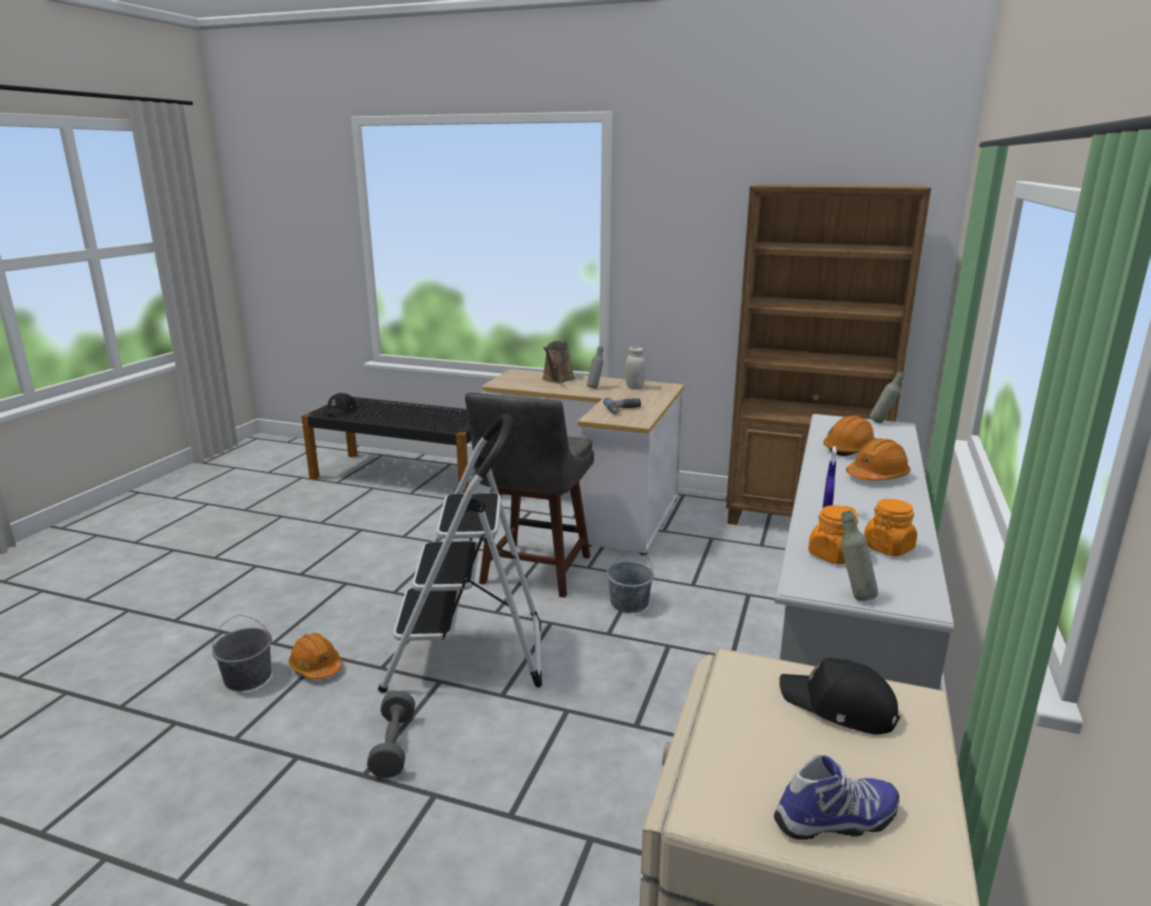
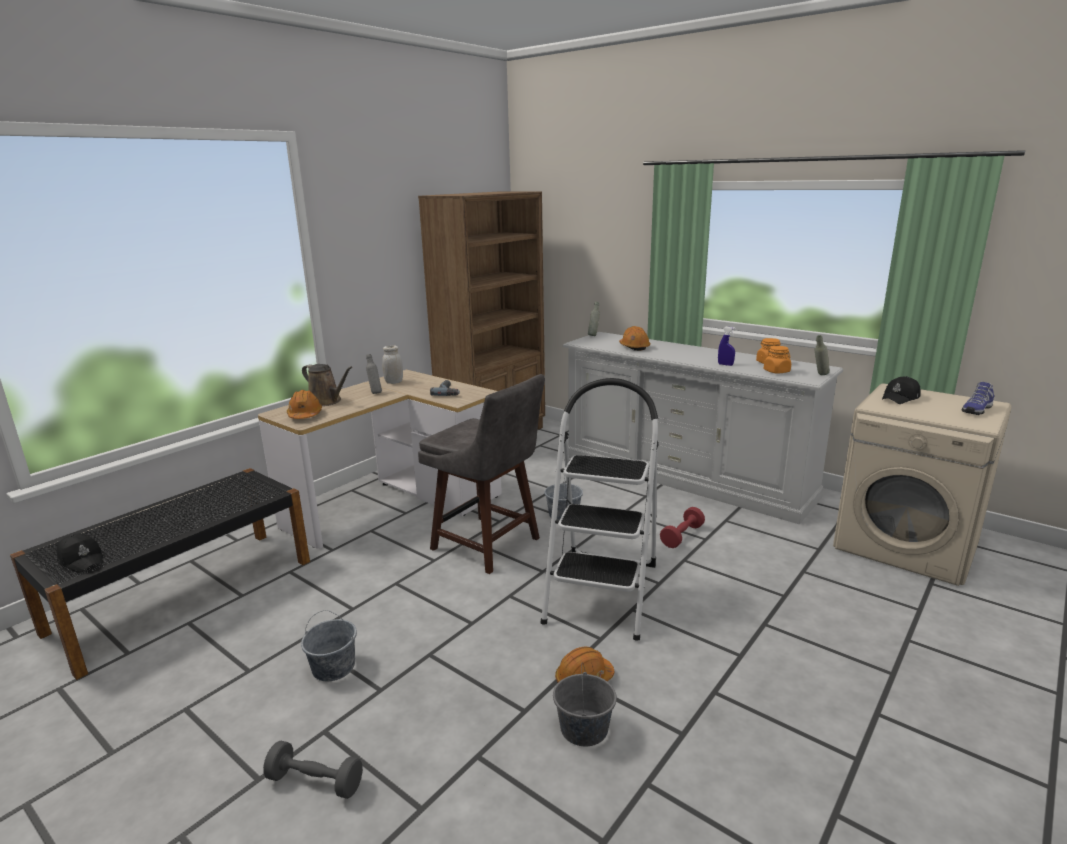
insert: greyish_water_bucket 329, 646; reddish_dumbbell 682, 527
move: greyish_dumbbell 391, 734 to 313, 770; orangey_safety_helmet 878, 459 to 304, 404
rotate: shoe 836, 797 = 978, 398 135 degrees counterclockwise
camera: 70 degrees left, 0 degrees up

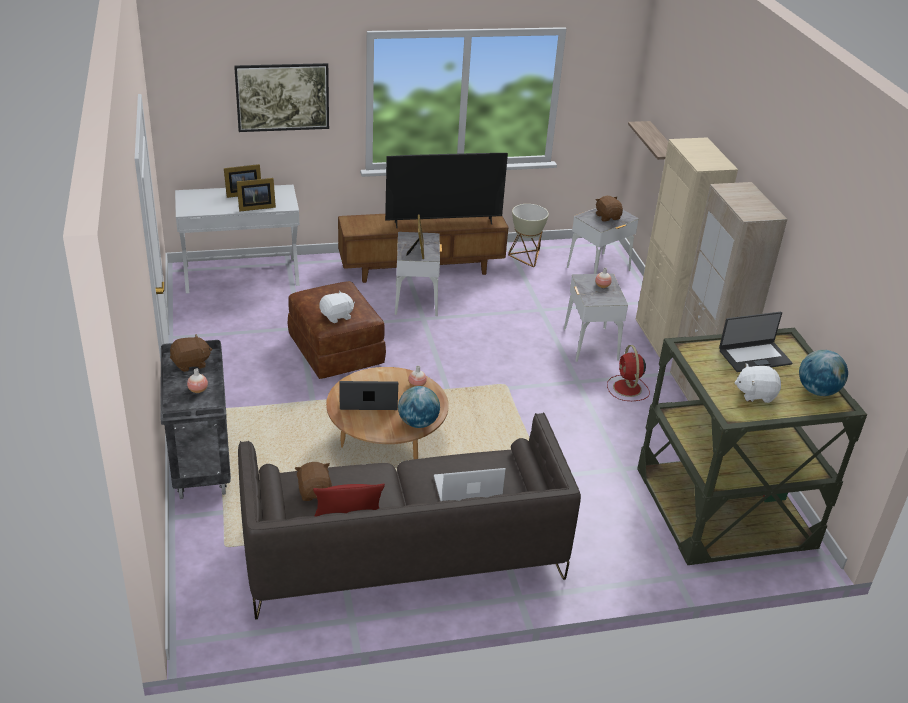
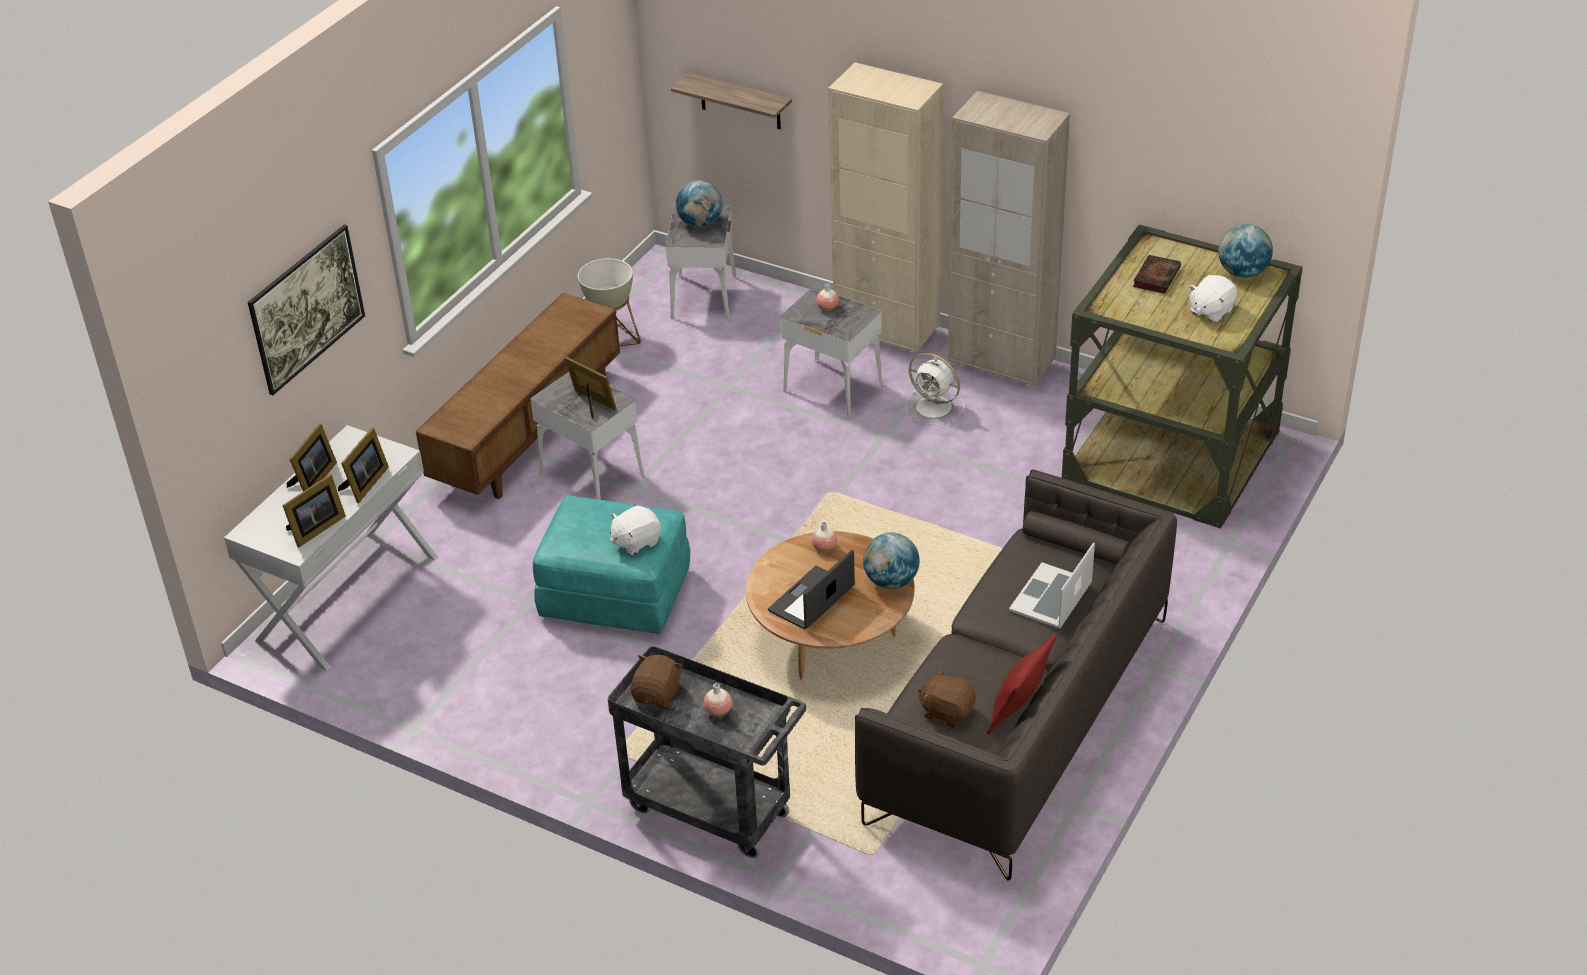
delete: TV 446, 191
insert: picture_frame 314, 510
replace: brownish_cuddly_toy 609, 209 to world_globe 699, 204; notebook_computer 755, 342 to bound_book 1157, 274
recolor: brownish_footrest 337, 330 to blue-green_footrest 611, 565; reddish_fan 628, 373 to white-coloured_fan 934, 389
rotate: white-coloured_cuddly_toy 337, 306 = 635, 530 135 degrees counterclockwise
camera: 45 degrees left, 5 degrees up

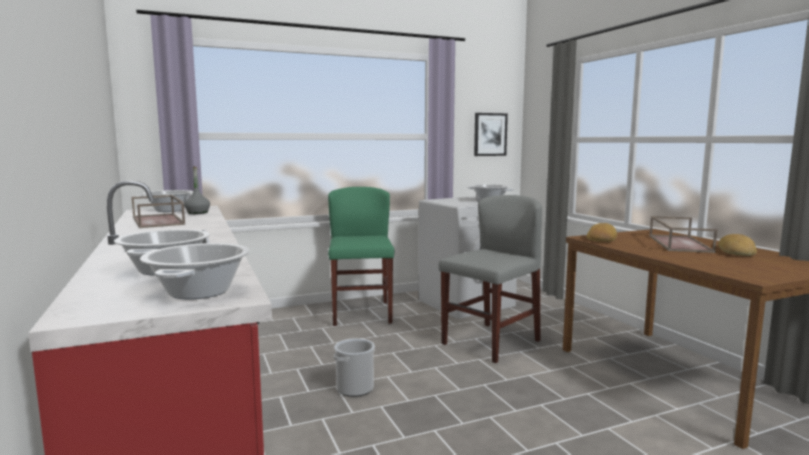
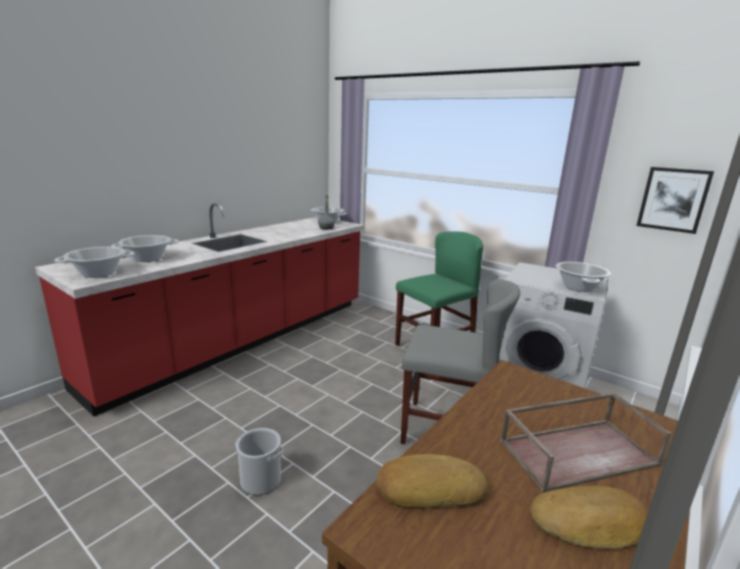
delete: brownish_serving_tray 158, 211
move: water_bucket 354, 367 to 259, 461; bread 602, 232 to 432, 481
camera: 60 degrees right, 10 degrees up

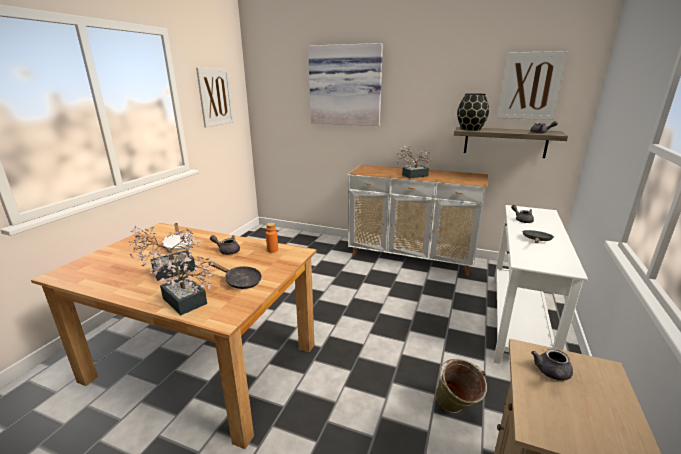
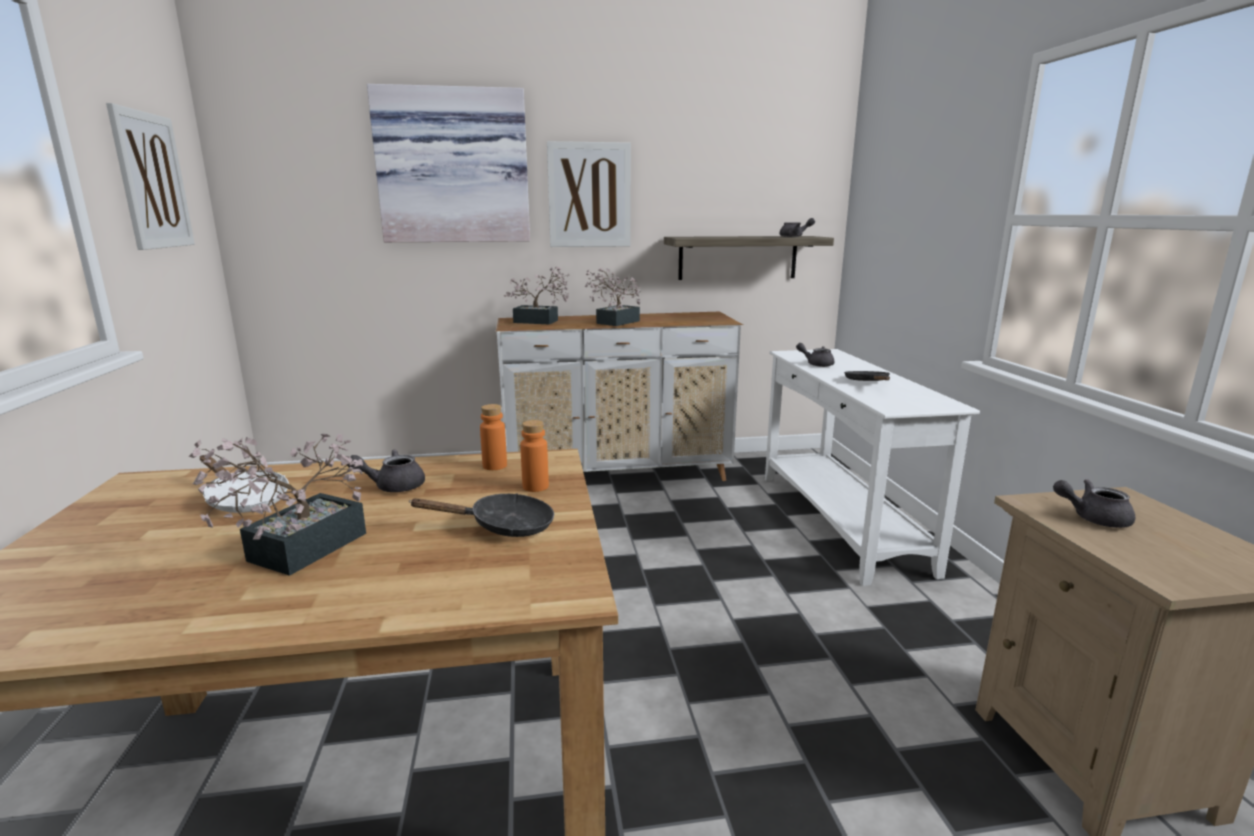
delete: green-coloured_water_bucket 461, 386; black_decorative_vase 473, 112
insert: orangey_bottle 534, 456
move: houseplant 182, 283 to 536, 295; wall_art 533, 85 to 589, 194
rotate: greyish_tea_pot 552, 364 = 1094, 503 105 degrees clockwise
camera: 30 degrees left, 5 degrees down

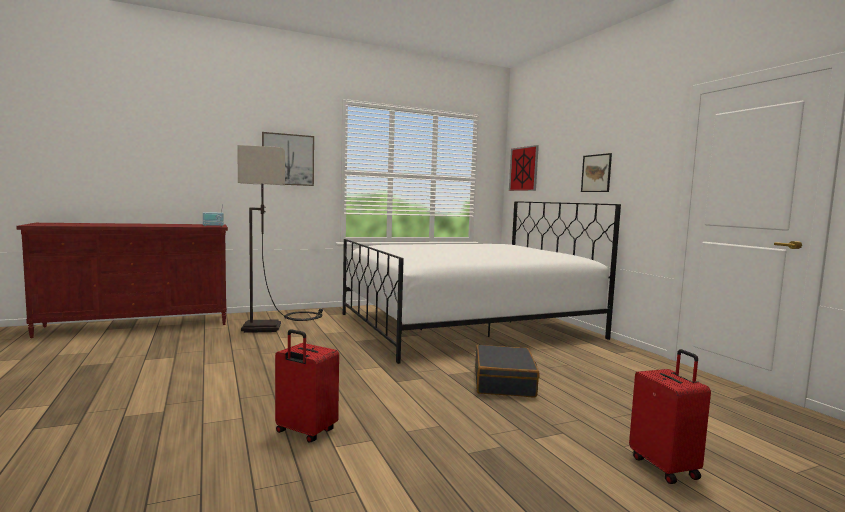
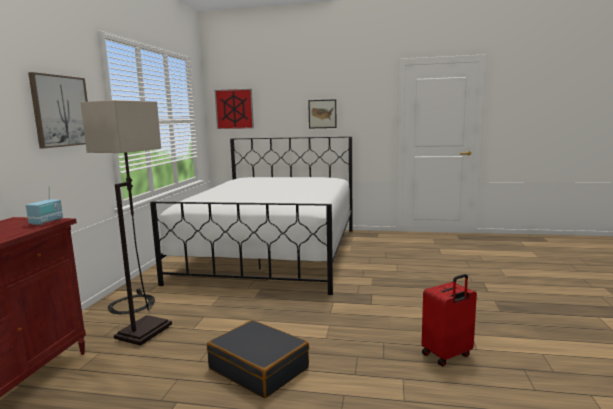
delete: reddish_suitcase 670, 416
move: black_suitcase 507, 371 to 258, 359
camera: 55 degrees left, 5 degrees up

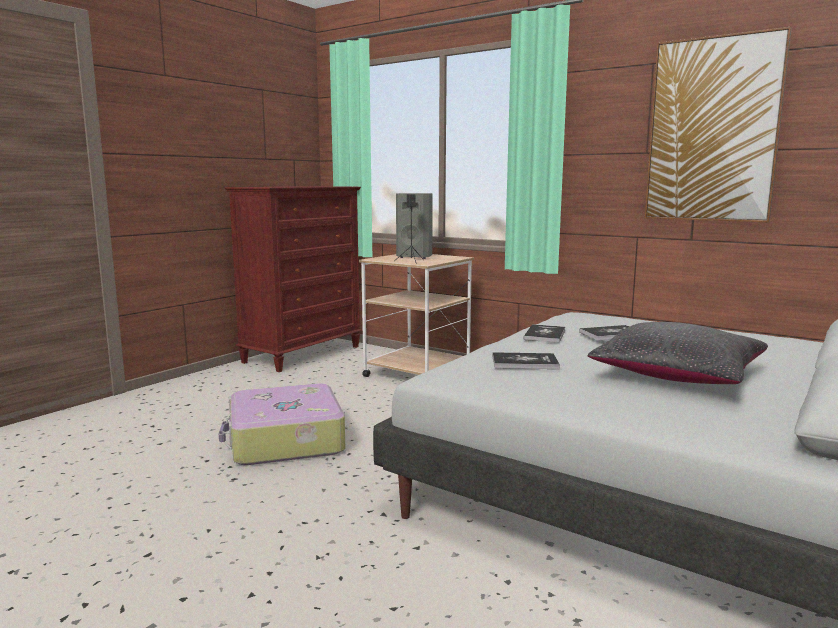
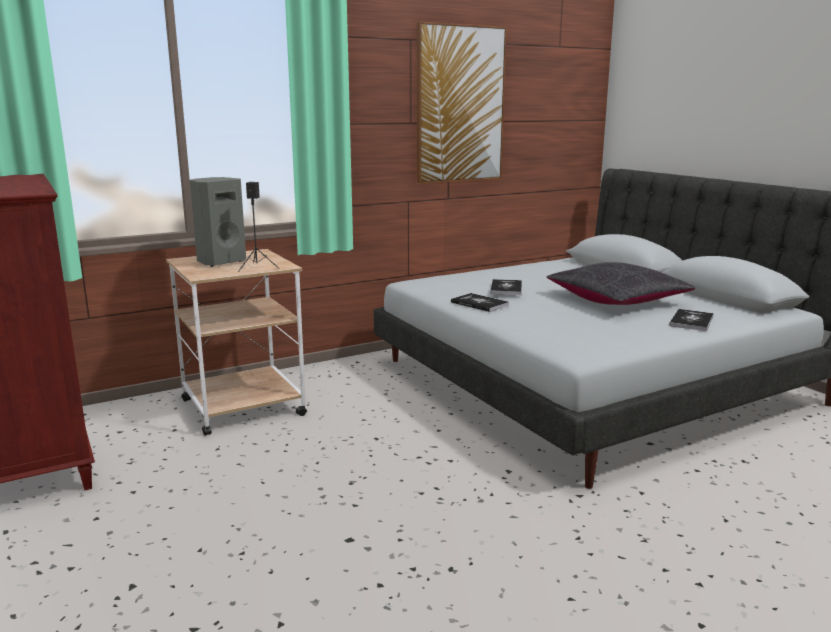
delete: suitcase 282, 424
move: bound_book 526, 360 to 691, 320
camera: 65 degrees left, 5 degrees up

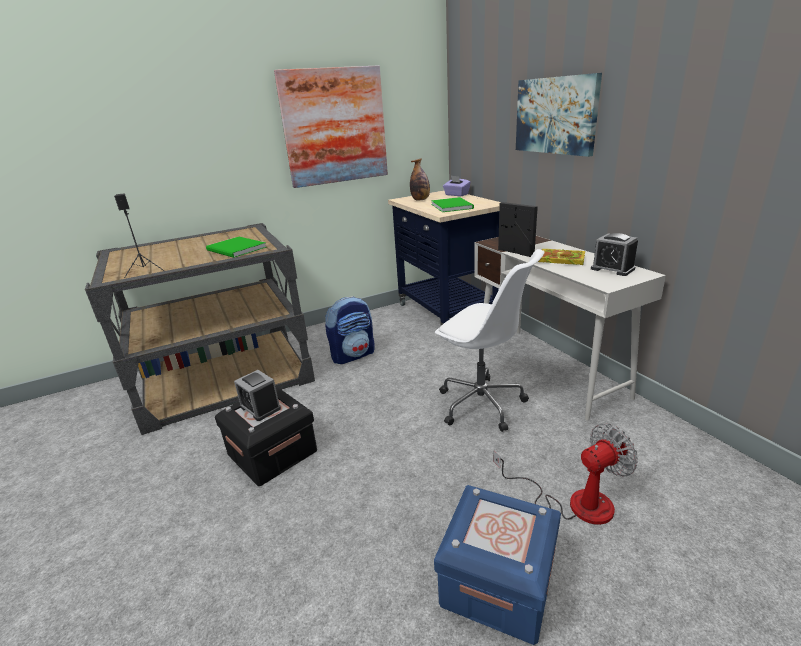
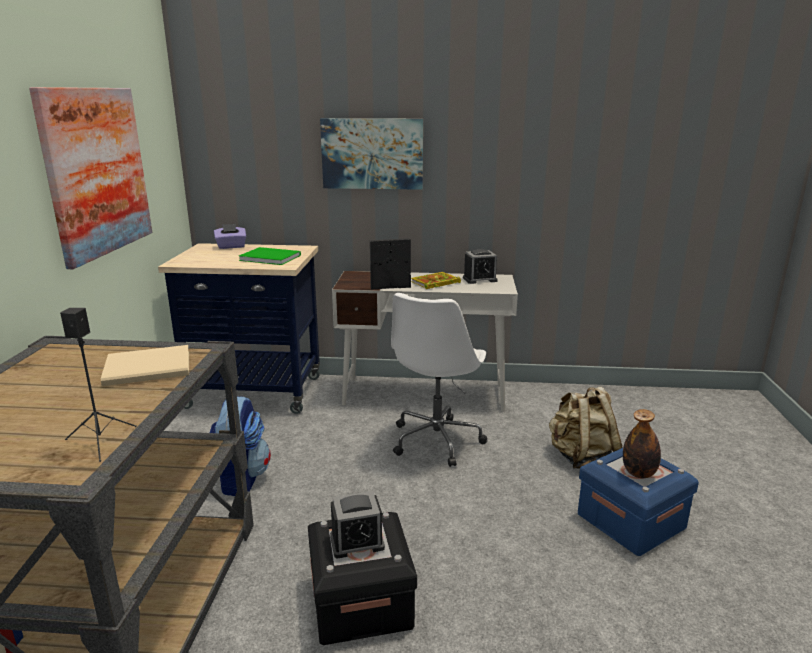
move: bottle 420, 179 to 642, 443
replace: fan 565, 474 to beige-coloured_backpack 586, 428
recolor: green-coloured_bound_book 236, 247 to beige-coloured_bound_book 145, 365
rotate: white-coloured_computer_chair 489, 340 = 439, 380 135 degrees clockwise
camera: 60 degrees left, 5 degrees down

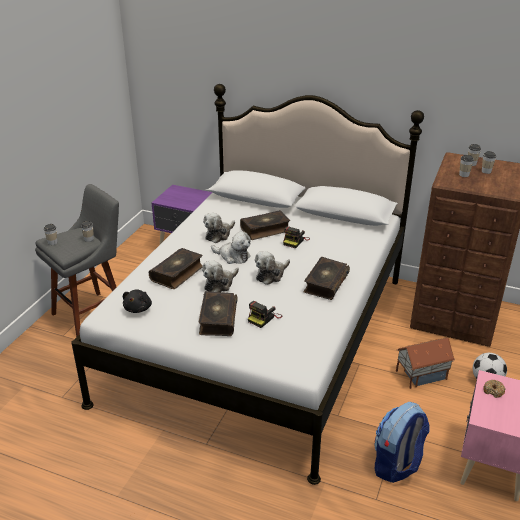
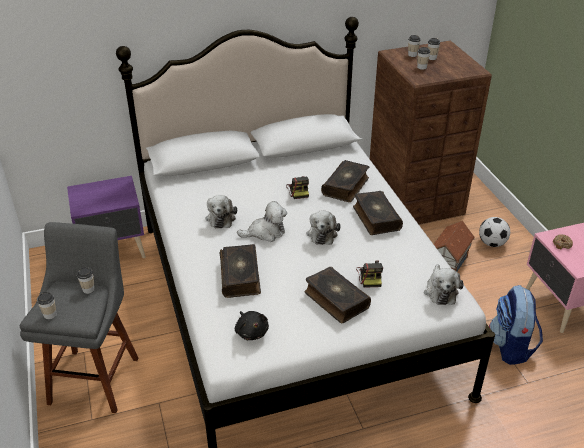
move: bound_book 265, 225 to 345, 181; cuddly_toy 220, 276 to 443, 284
camera: 40 degrees left, 5 degrees up

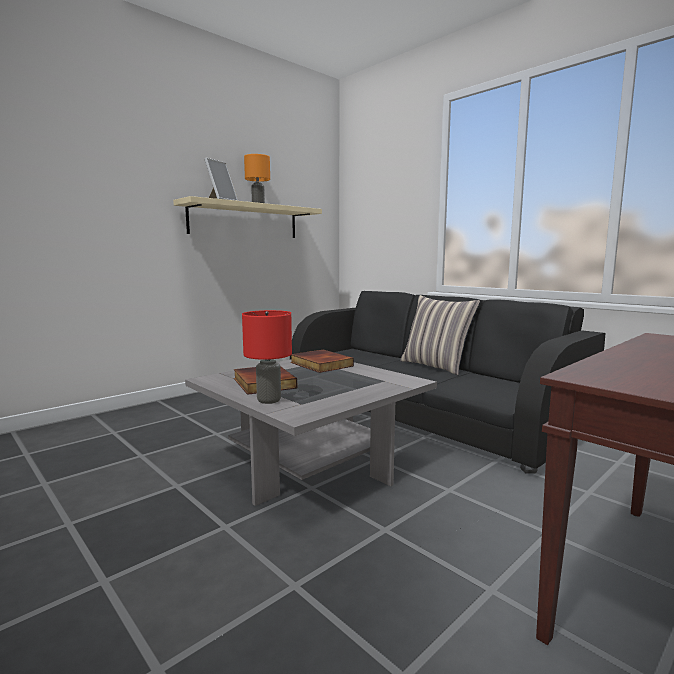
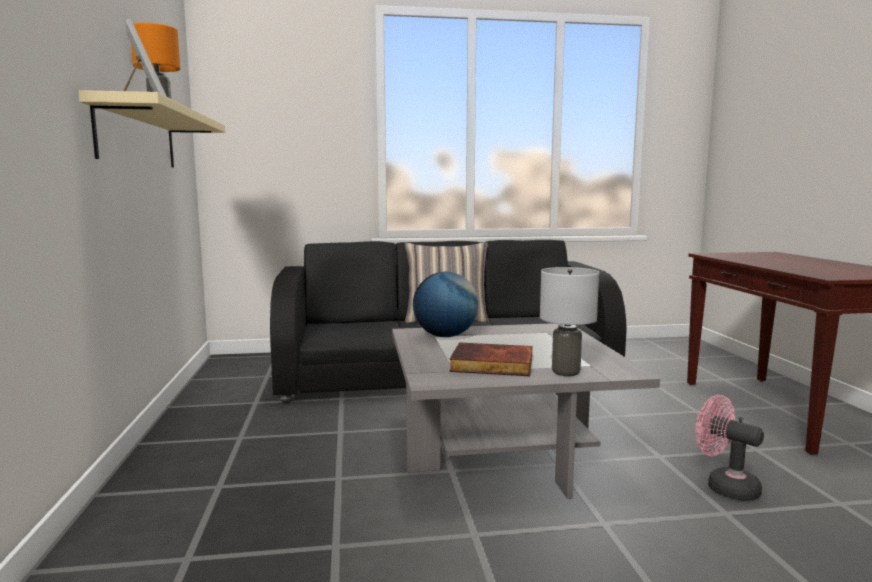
insert: pinkish_fan 729, 448
replace: bound_book 322, 361 to world_globe 445, 304
recolor: reddish_tabletop_lamp 267, 357 to white-coloured_tabletop_lamp 569, 321
camera: 55 degrees left, 0 degrees up

